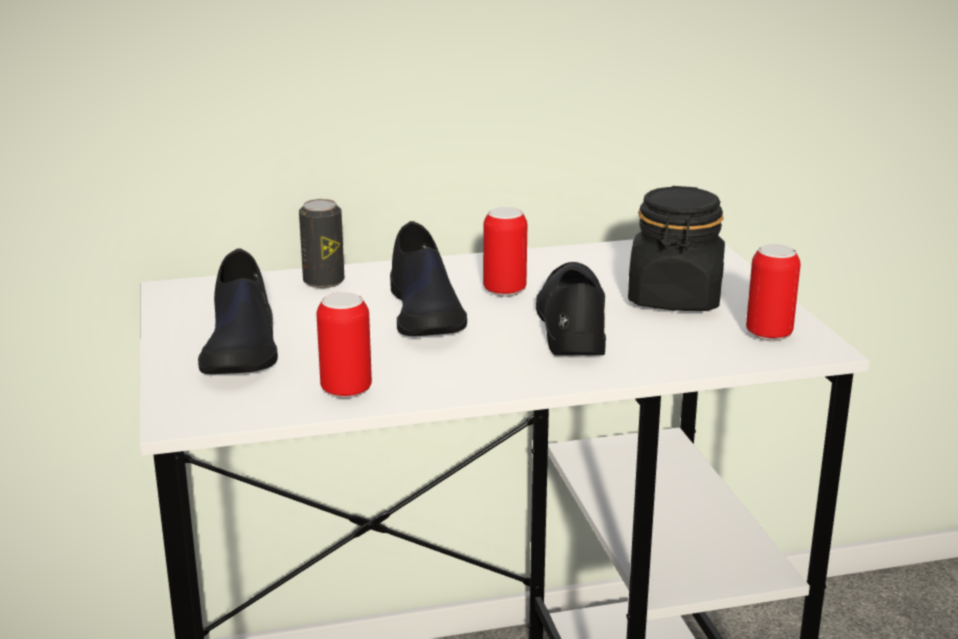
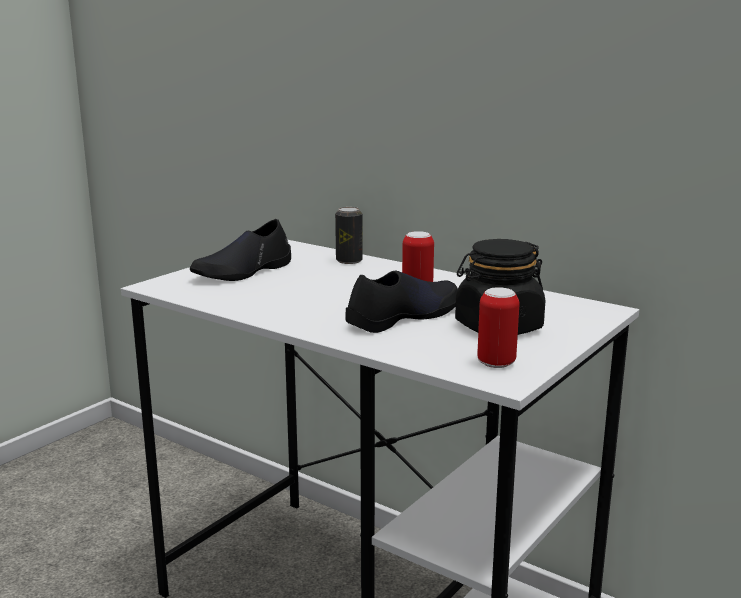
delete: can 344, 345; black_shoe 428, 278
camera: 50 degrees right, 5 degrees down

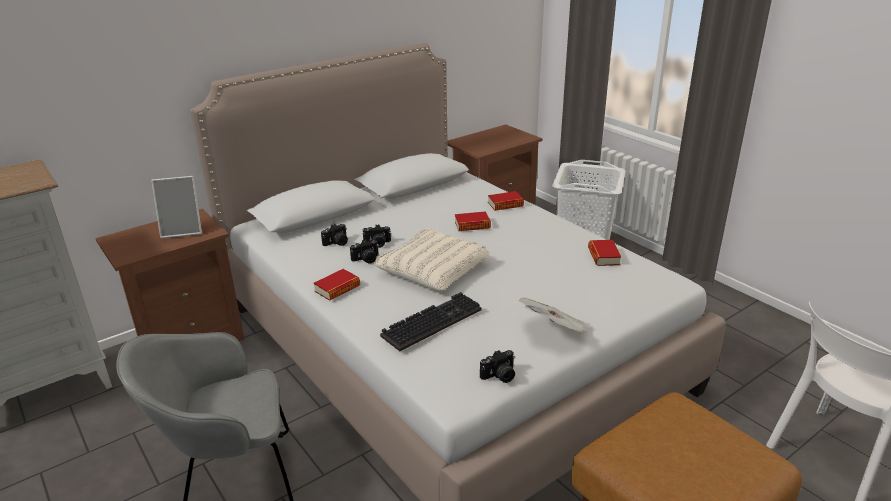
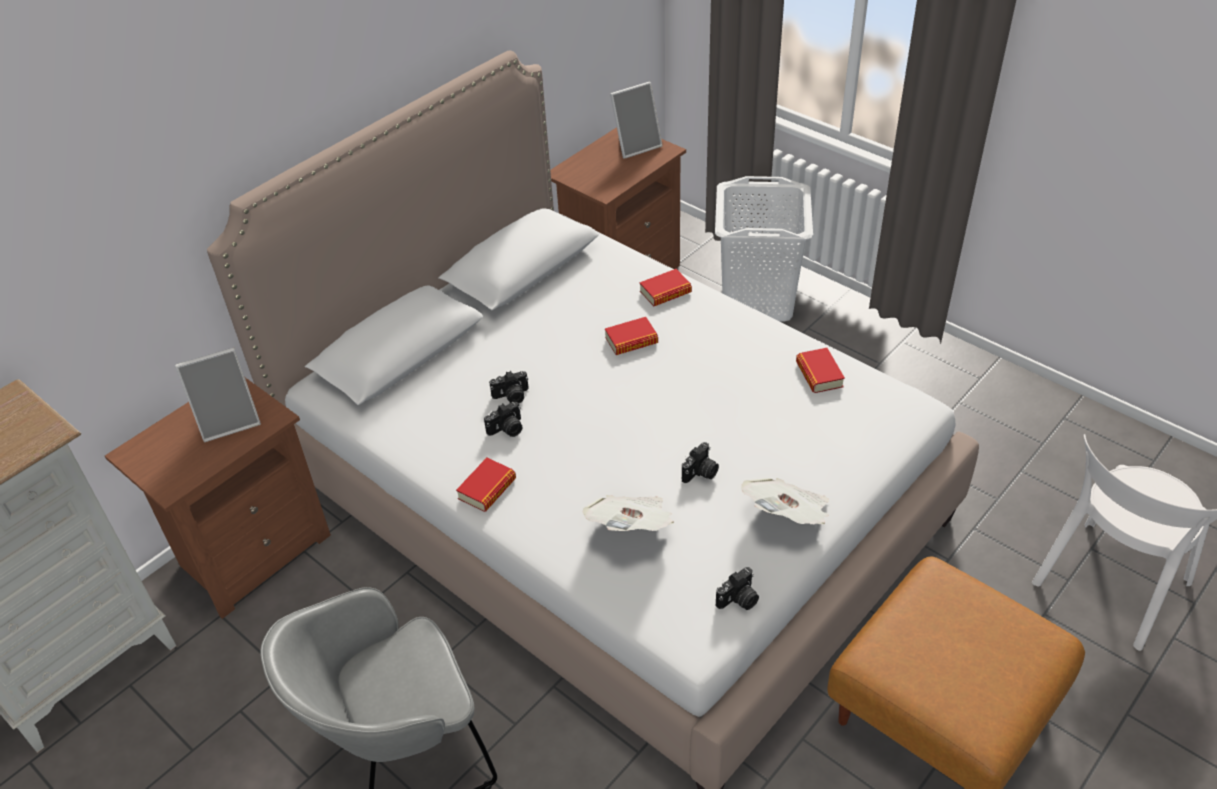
delete: beige-coloured_cushion 431, 259
insert: picture_frame 636, 120
move: photo_camera 334, 235 to 700, 462
replace: PC_keyboard 430, 321 to newspaper 628, 513
camera: 10 degrees left, 15 degrees up

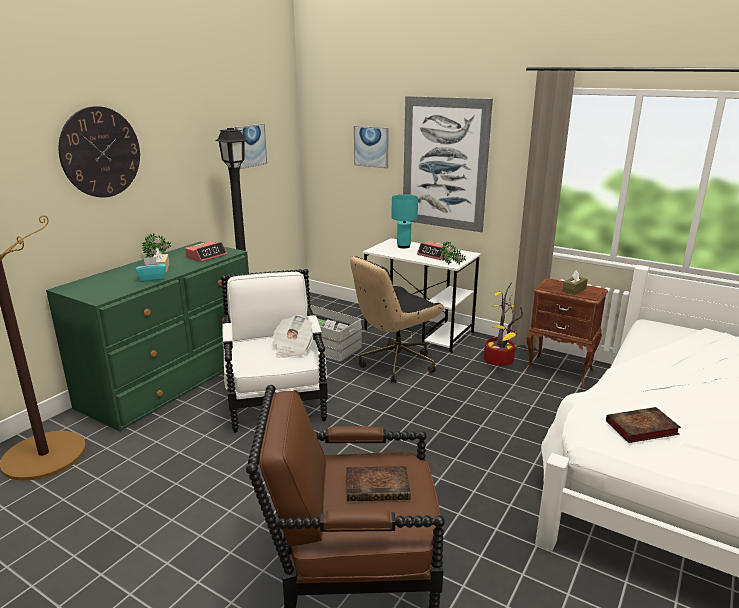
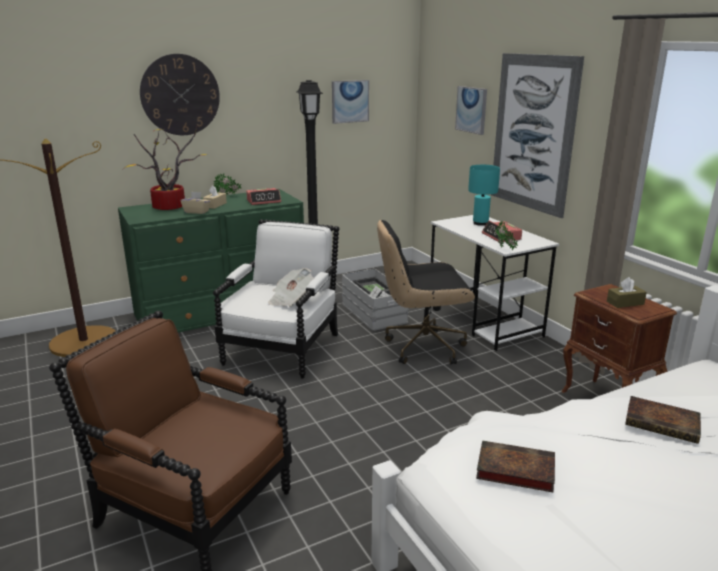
move: houseplant 503, 324 to 165, 168; bound_book 378, 483 to 663, 420
recolor: blue-green_box_of_tissues 151, 269 to beige-coloured_box_of_tissues 196, 203
camera: 30 degrees right, 0 degrees up

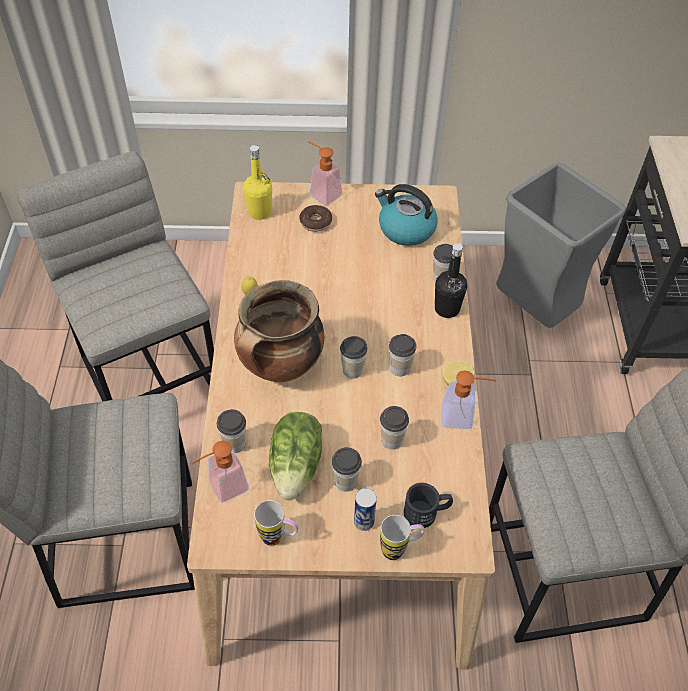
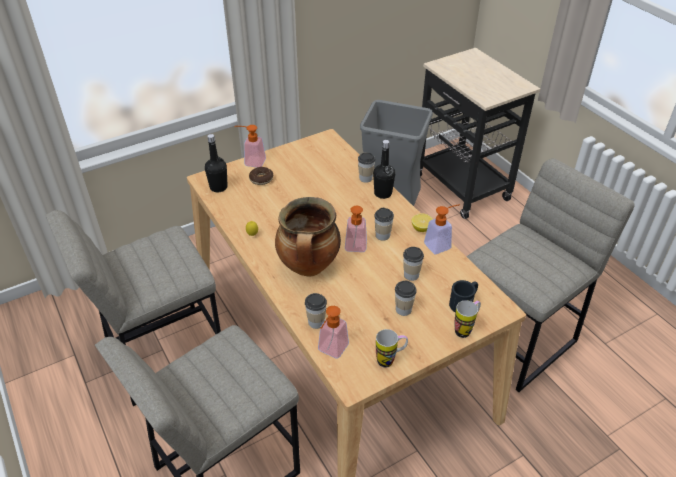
delete: lettuce_head 295, 456; can 365, 509; kettle 406, 215
replace: drinking_cup 354, 357 to liquid_soap_bottle 356, 229
recolor: yellow_bottle 257, 182 to black_bottle 216, 163
rotate: greyish_upright_chair 115, 276 = 133, 308 60 degrees counterclockwise
camera: 30 degrees left, 10 degrees down

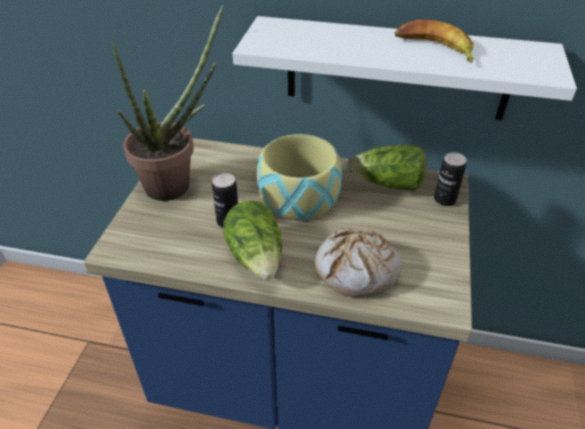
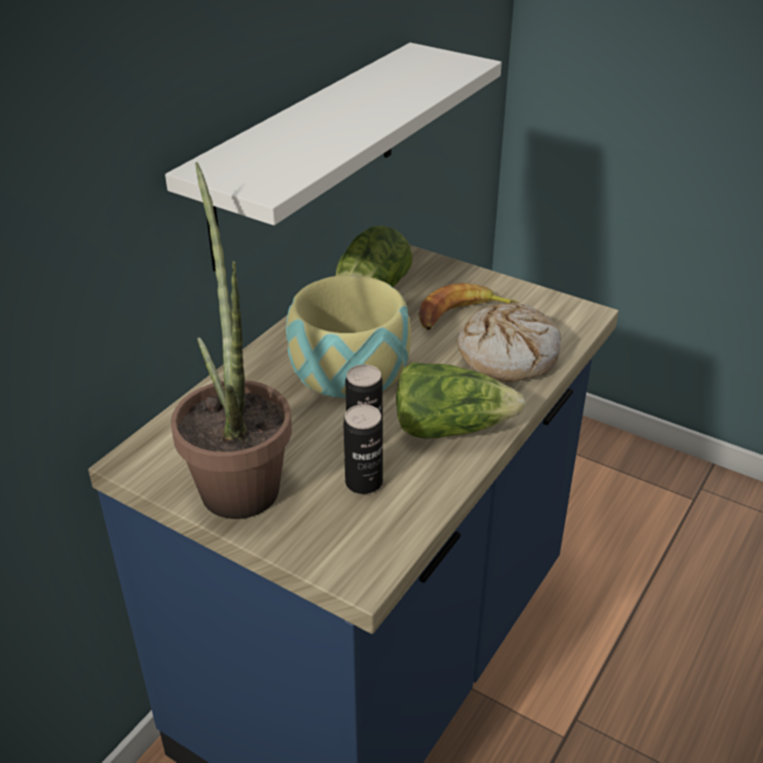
move: can 450, 179 to 363, 449; banana_fruit 434, 41 to 469, 306
camera: 70 degrees left, 5 degrees down

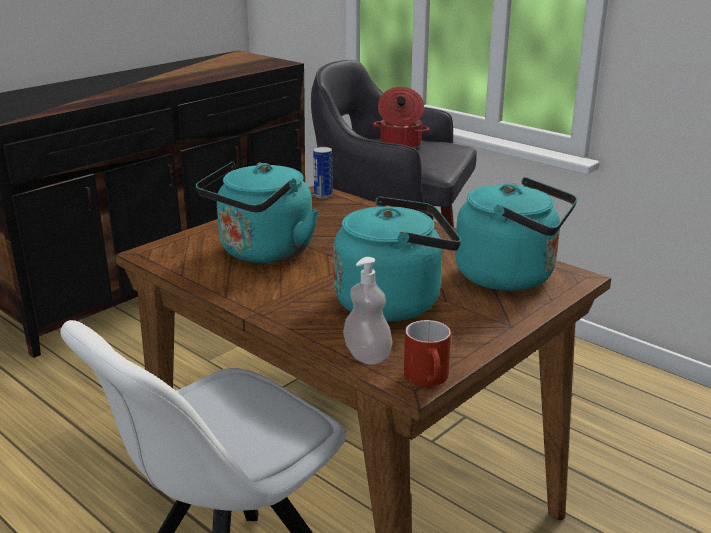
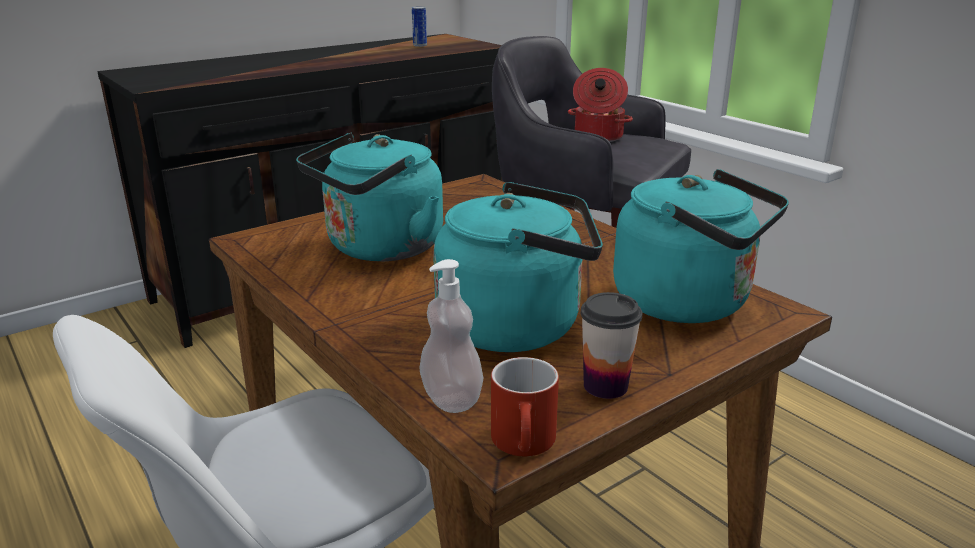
insert: drinking_cup 611, 345
move: can 323, 173 to 419, 27
camera: 10 degrees right, 0 degrees up

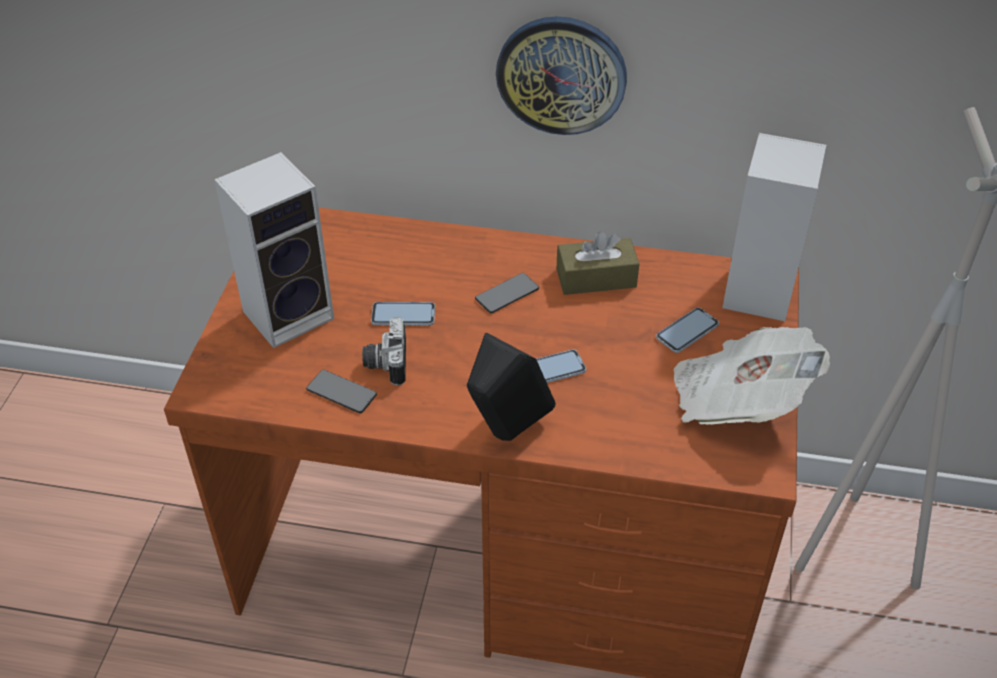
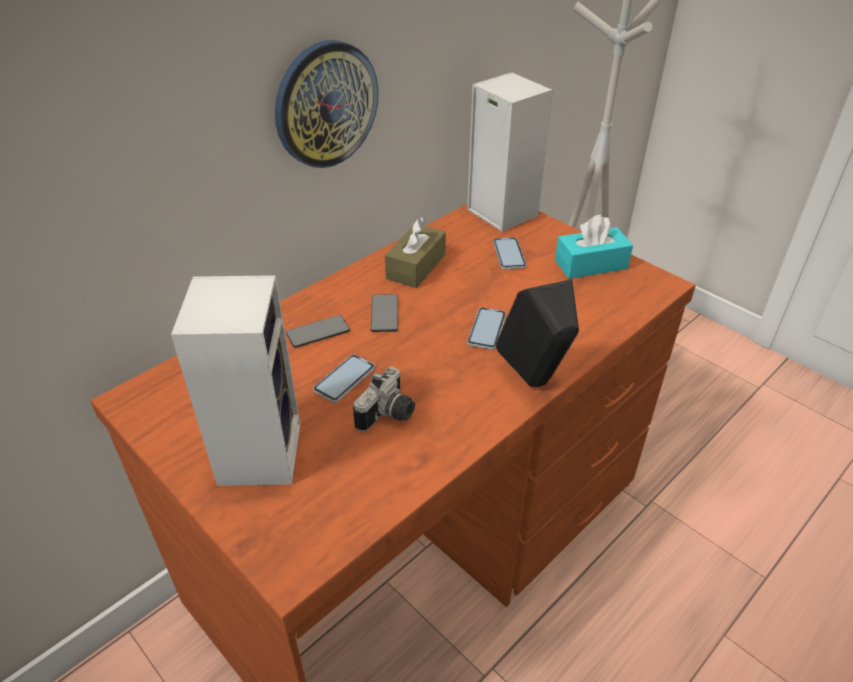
move: telephone 341, 391 to 318, 331
replace: newspaper 751, 376 to blue-green_box_of_tissues 594, 247
rotate: photo_camera 384, 351 = 384, 399 90 degrees counterclockwise
camera: 55 degrees left, 5 degrees down

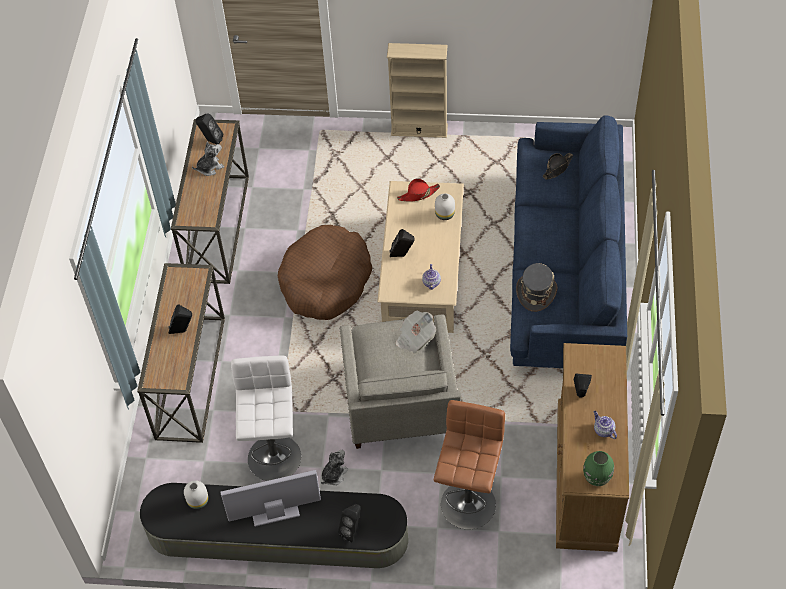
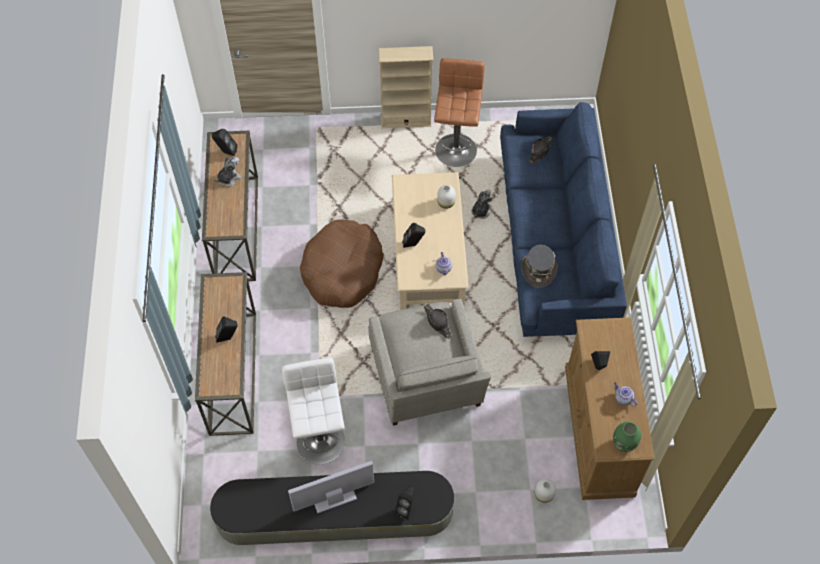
delete: reddish_wearable_hat 418, 190
move: brownish_stool_seat 469, 464 to 459, 112; cuddly_toy 335, 467 to 482, 204; white-coloured_decorative_vase 196, 494 to 545, 491
replace: newspaper 416, 332 to black_wearable_hat 438, 321
camera: 10 degrees left, 5 degrees up

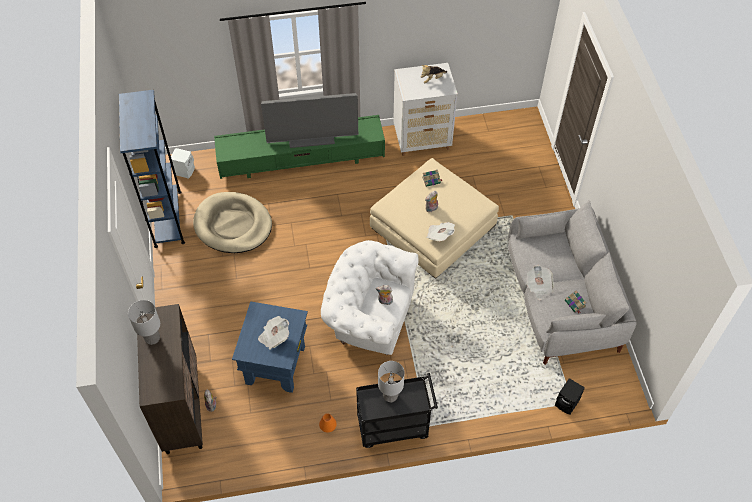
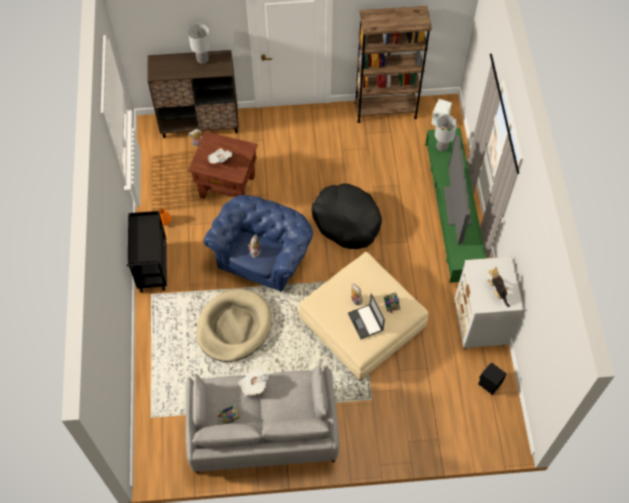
delete: newspaper 440, 231
insert: black_dog_cushion 347, 216; notebook_computer 366, 316
move: beige-coloured_dog_cushion 232, 222 to 234, 325; greyish_tabletop_lamp 391, 381 to 446, 133; black_speaker 570, 396 to 492, 379
recolor: blue_accent_table 270, 347 to brownish_accent_table 223, 165; white-coloured_lounge_chair 369, 297 to blue_lounge_chair 258, 243; blue_bookcase 152, 169 to brownish_bookcase 393, 64
camera: 95 degrees right, 5 degrees up

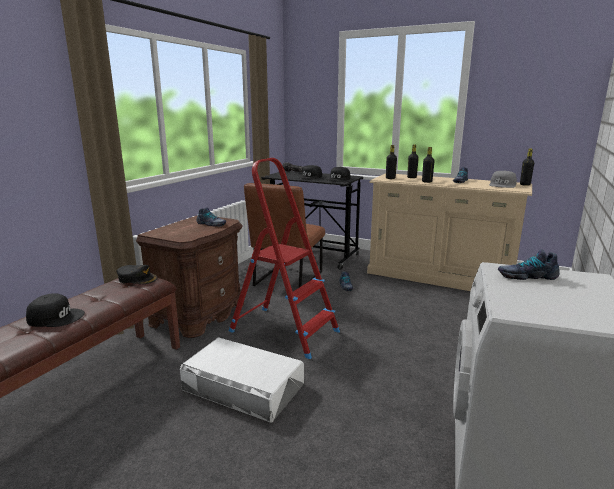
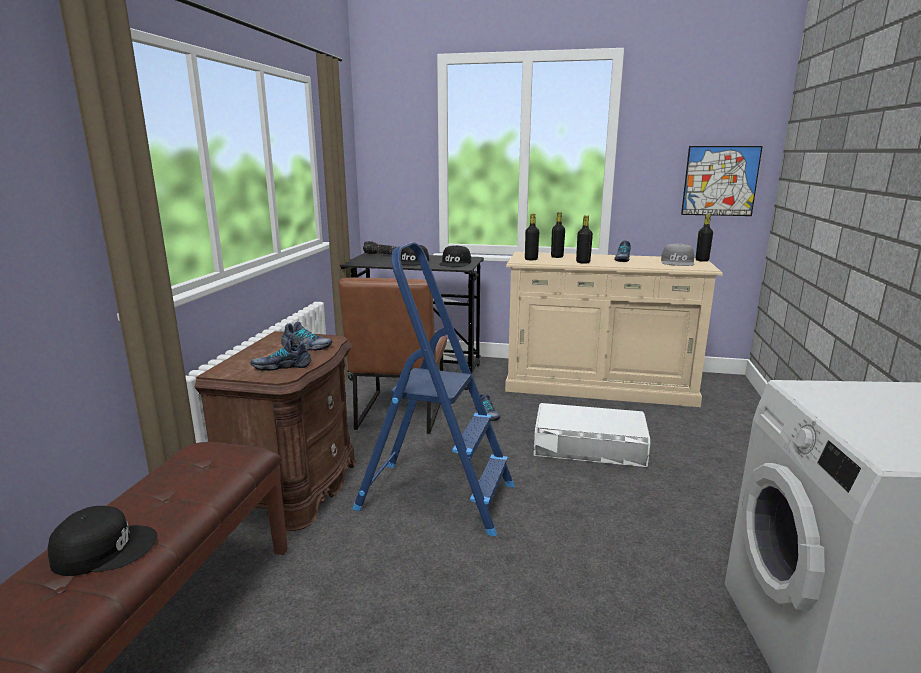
delete: black_baseball_cap 137, 274
insert: wall_art 722, 181
move: shoe 528, 264 to 280, 355; white-coloured_storage_container 242, 379 to 592, 435
recolor: reddish_step_stool 284, 258 to blue_step_stool 434, 389
camera: 15 degrees left, 0 degrees up

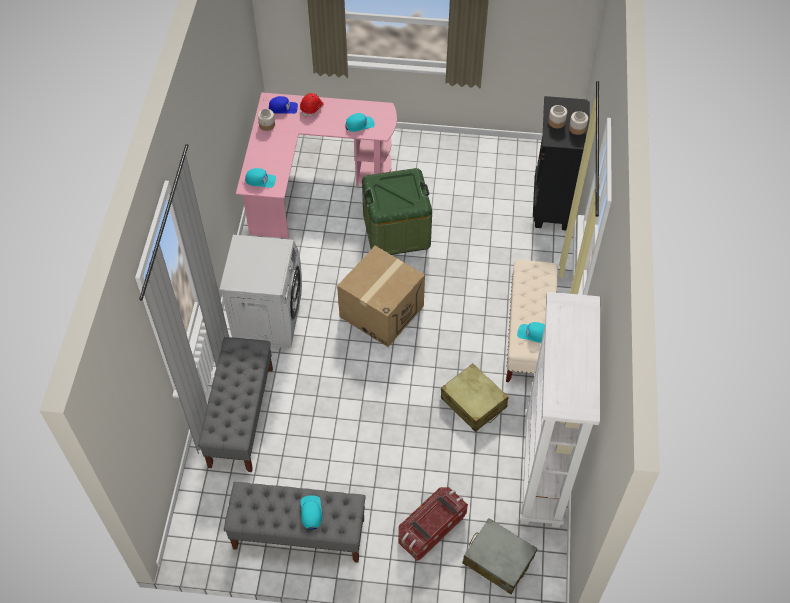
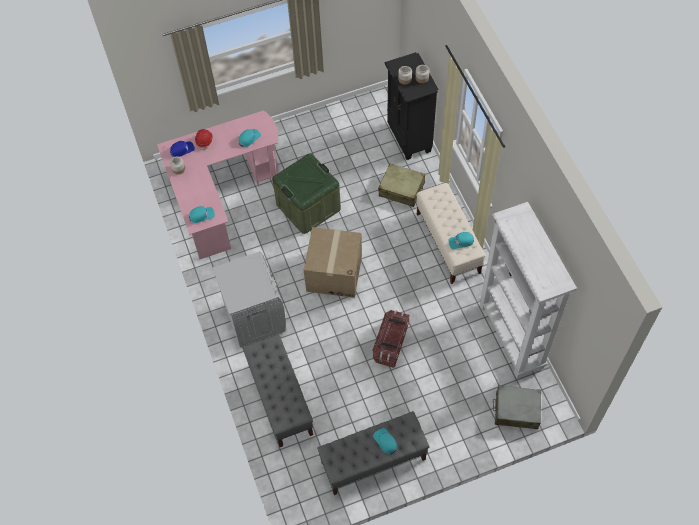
move: storage_container 433, 524 to 390, 339; beige-coloured_suitcase 474, 397 to 401, 185
camera: 25 degrees left, 5 degrees up

